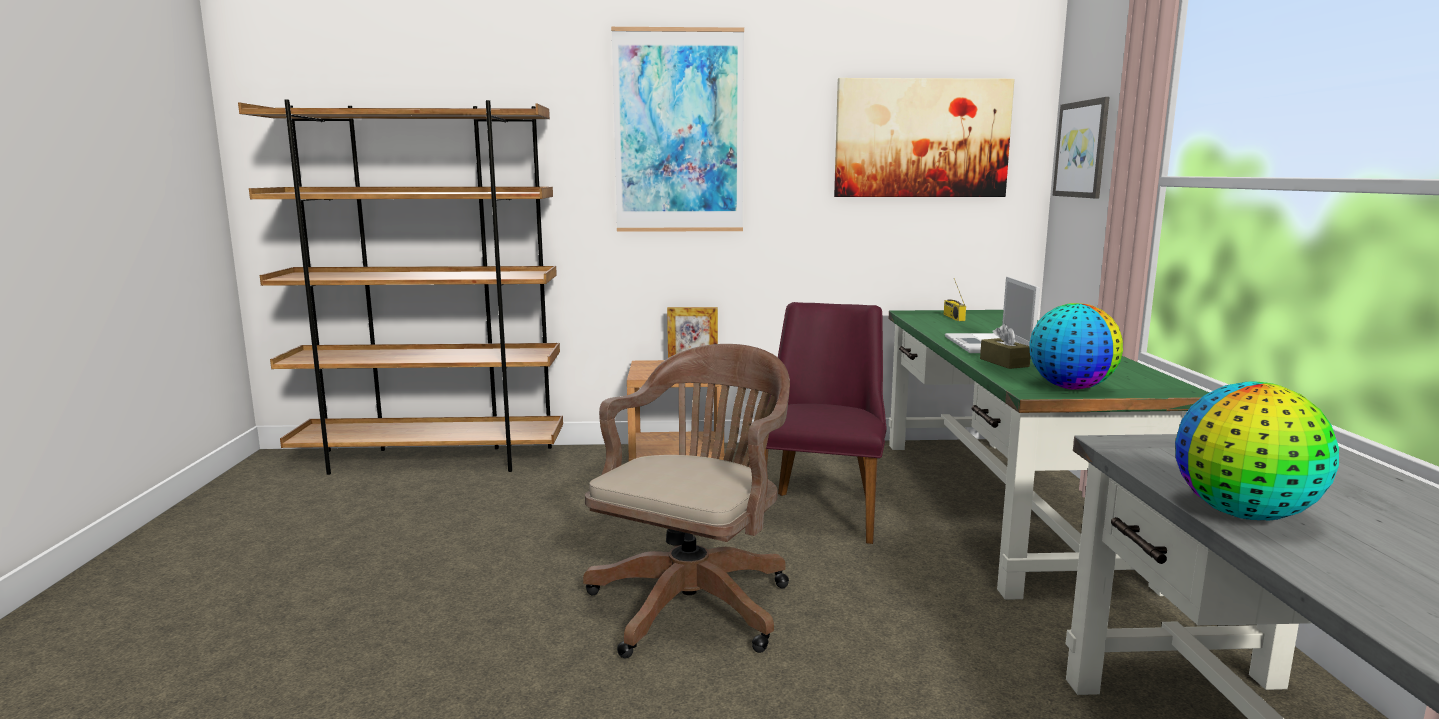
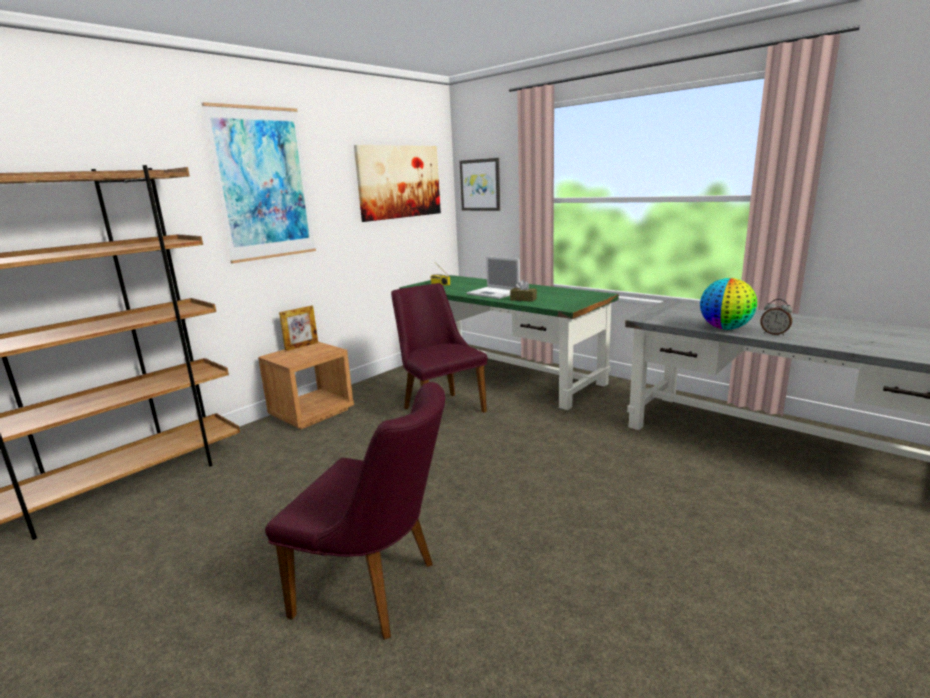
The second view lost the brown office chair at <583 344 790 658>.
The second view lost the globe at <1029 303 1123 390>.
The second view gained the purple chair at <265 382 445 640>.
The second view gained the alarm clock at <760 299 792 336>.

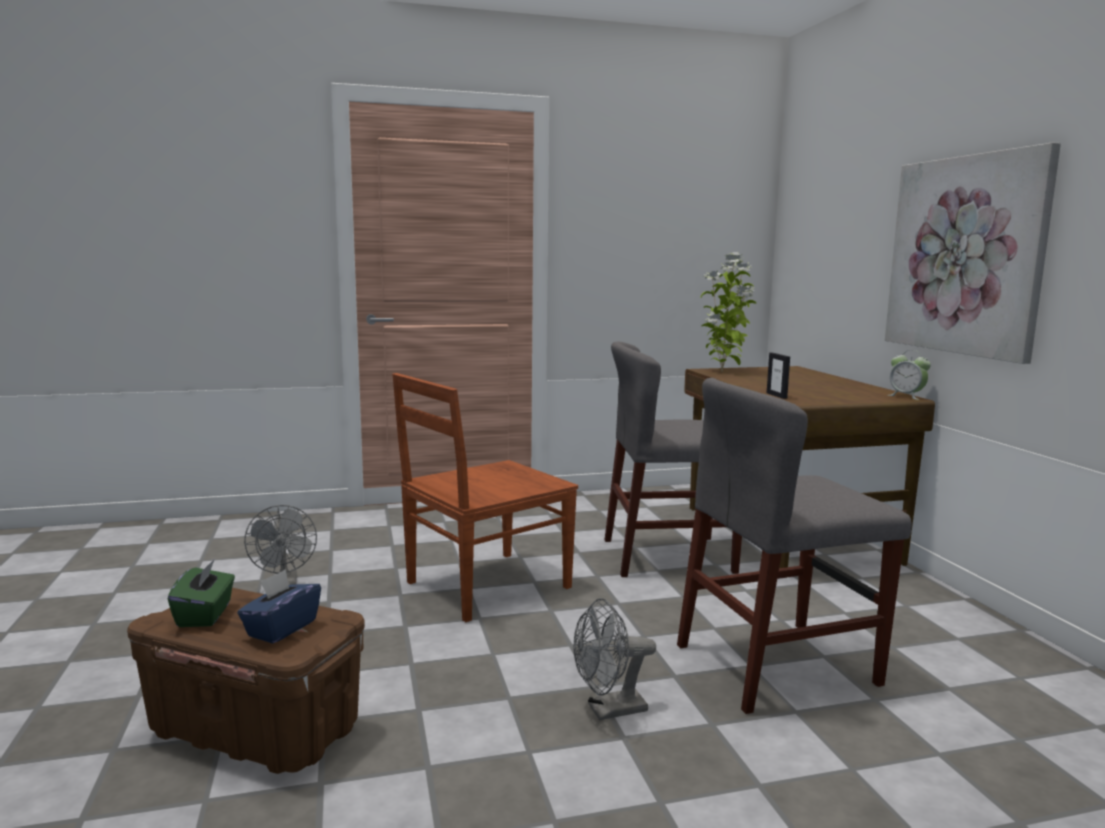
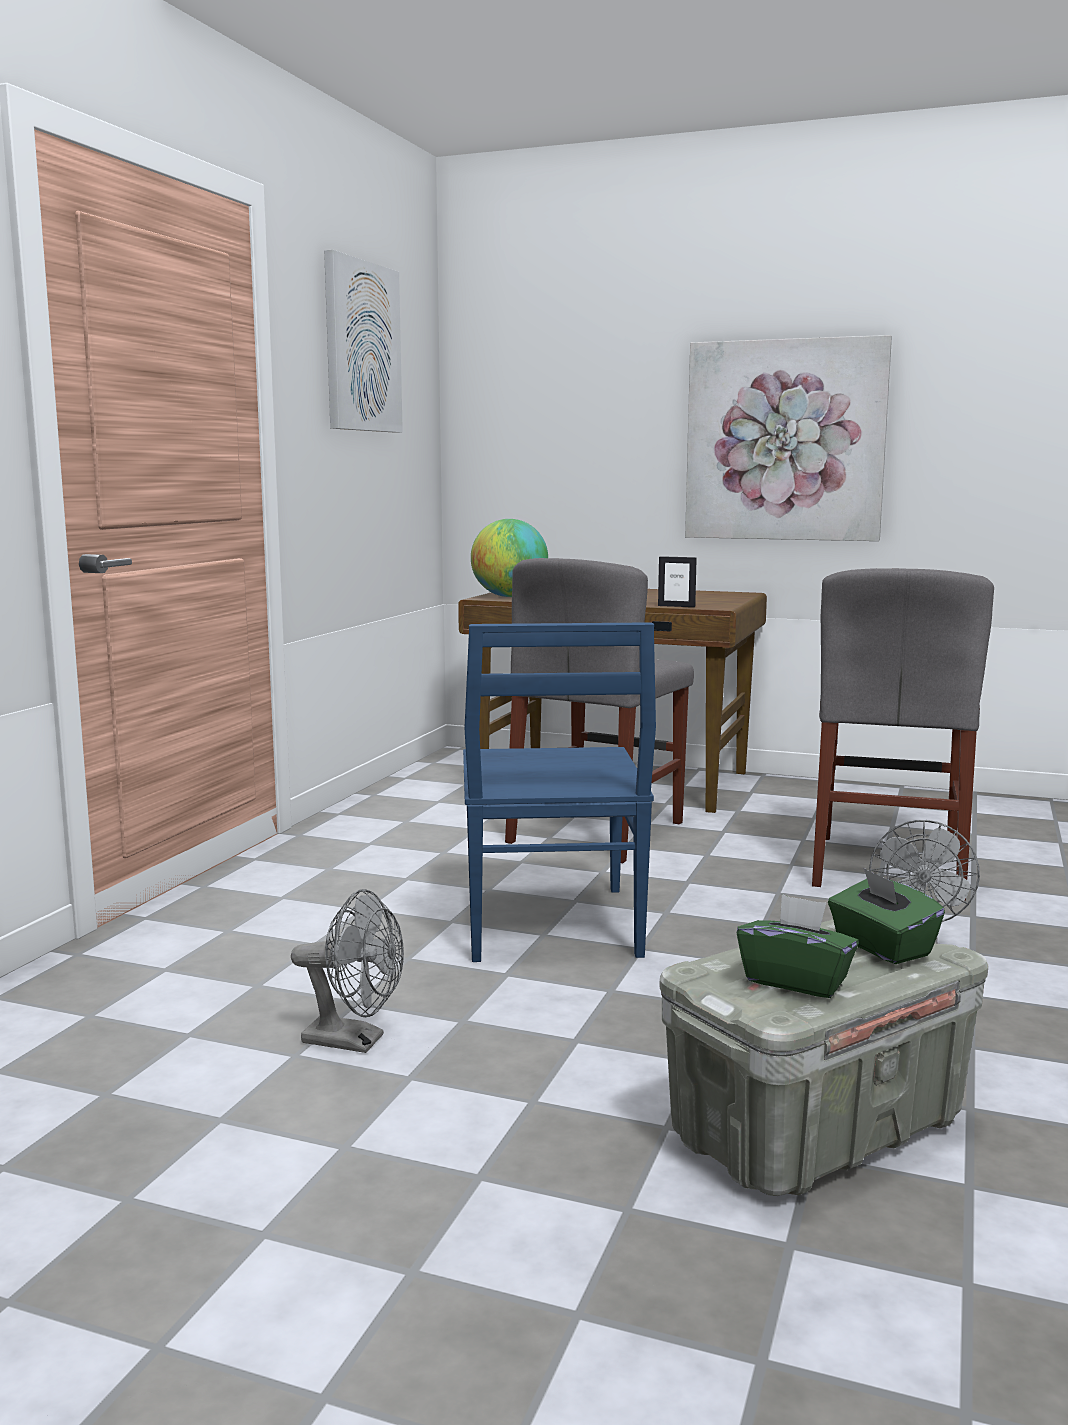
What was the brown storage box at <127 588 365 774> turned into the grey storage box at <659 919 988 1196>.
What was the blue tissue box at <237 569 321 643> turned into the green tissue box at <828 868 945 964>.
What was the brown chair at <392 373 578 622> turned into the blue chair at <463 622 656 962>.
Where the potted plant stood at <701 252 756 372>, the globe came to stand at <471 519 548 597>.
The second view lost the alarm clock at <888 350 931 400>.
The second view gained the picture at <324 250 403 433>.

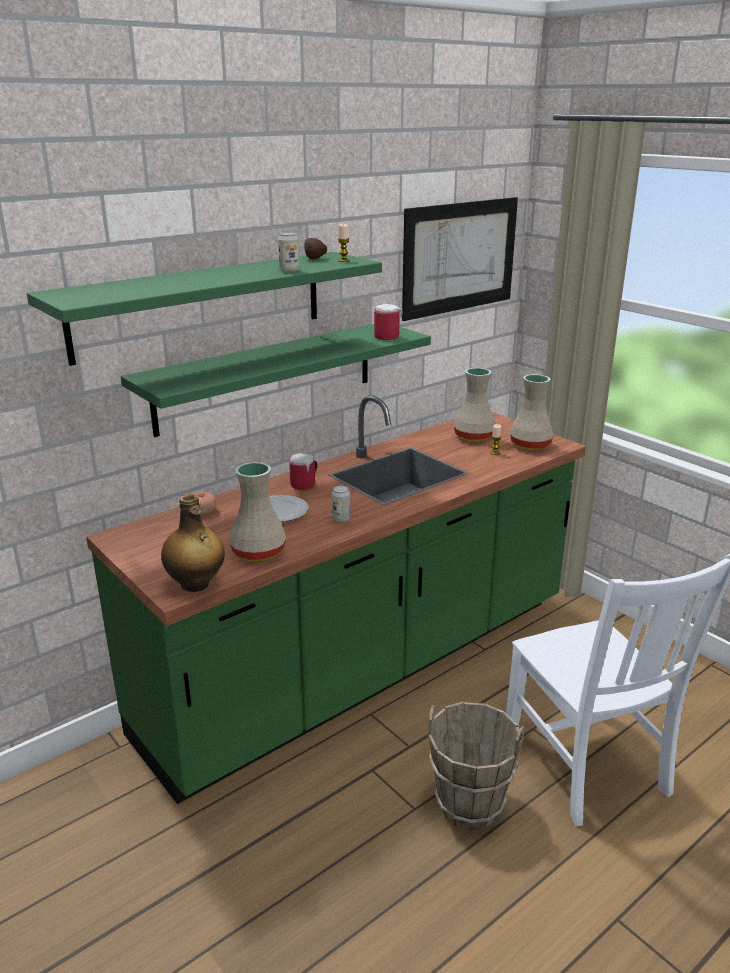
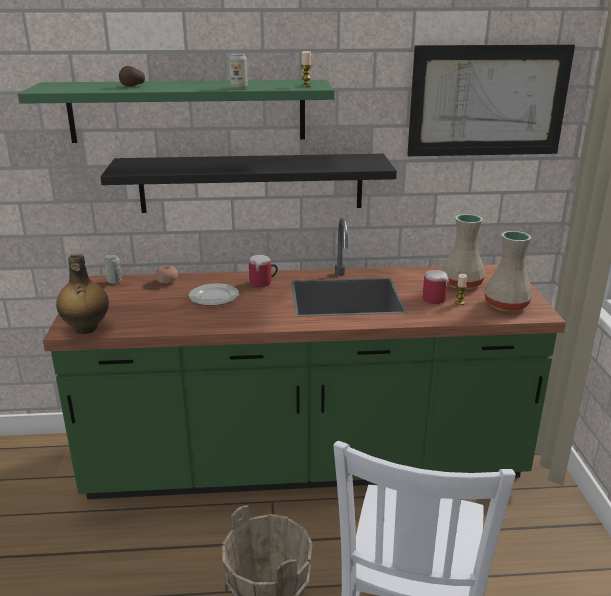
What was the green shelf at <121 324 431 437> turned into the black shelf at <100 154 397 213>.
The second view lost the beige vase at <229 462 286 562>.
The potato ended up elsewhere, having gone from <304 238 327 260> to <119 66 145 87>.
The can ended up elsewhere, having gone from <332 486 350 522> to <104 254 122 284>.
The mug ended up elsewhere, having gone from <374 304 403 340> to <423 270 449 304>.

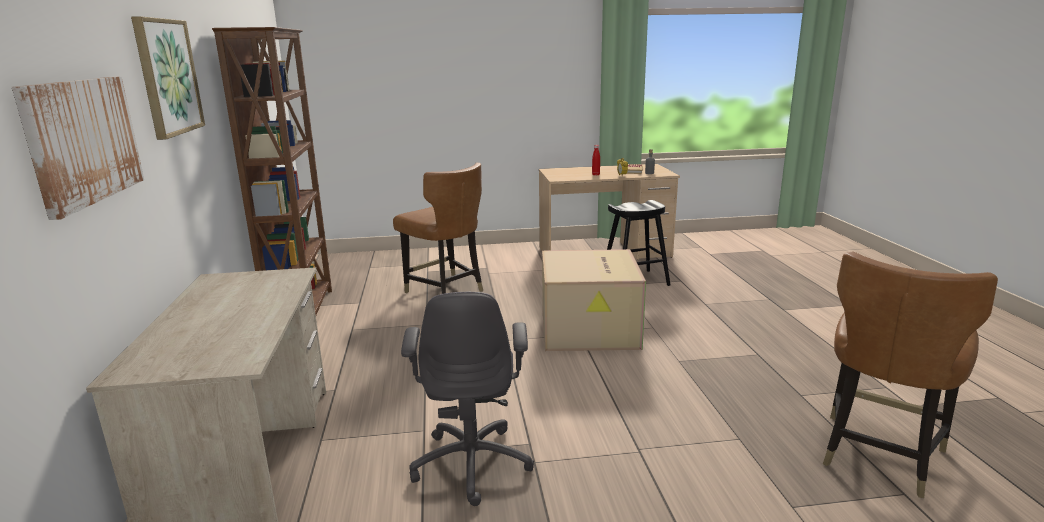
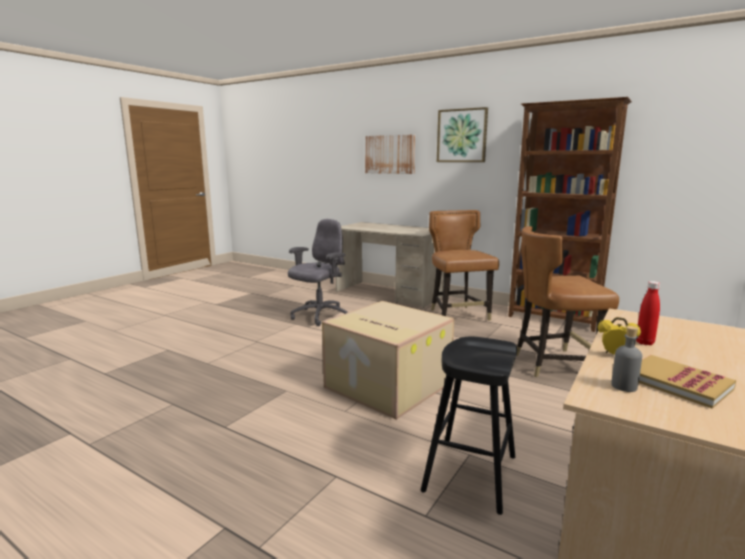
The grey office chair at <401 292 534 506> ended up facing another way, 90 degrees clockwise from before.
The brown chair ended up elsewhere, having gone from <823 252 998 498> to <429 210 499 320>.

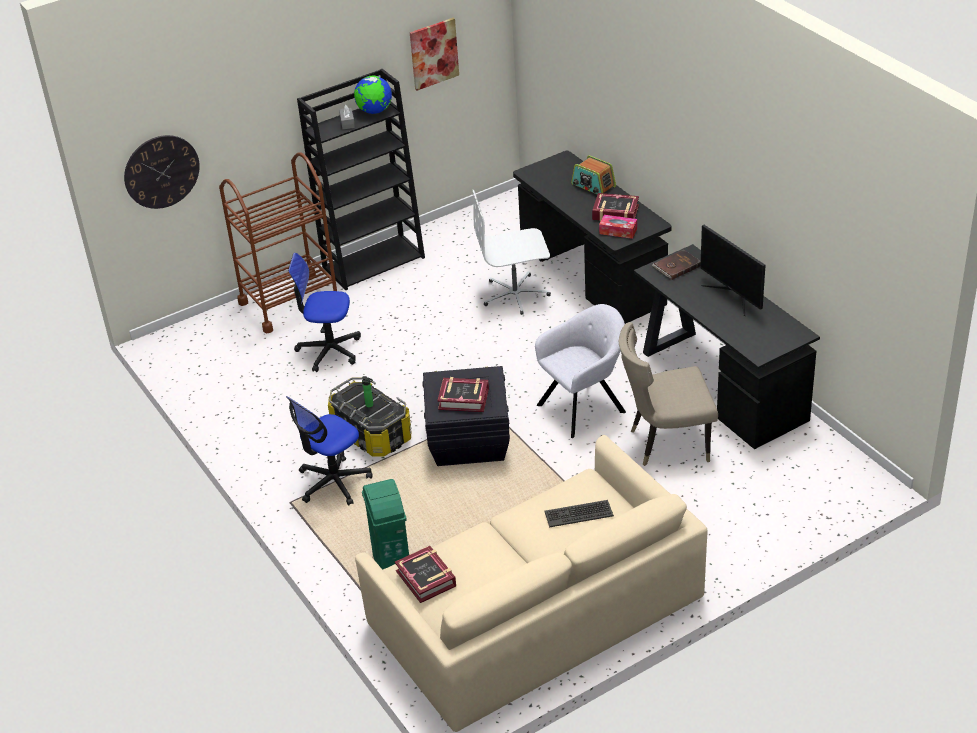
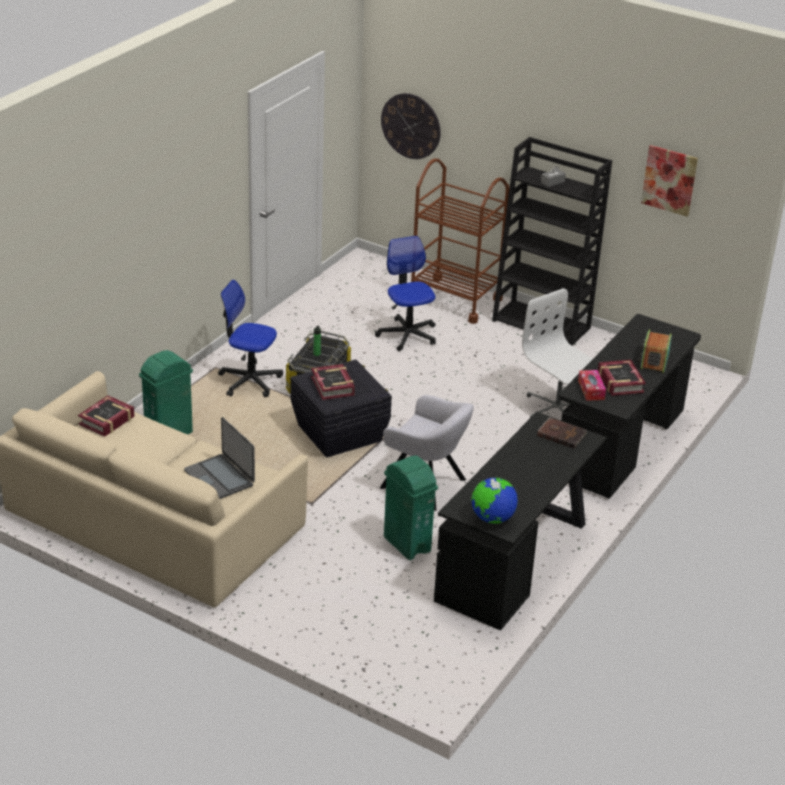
The globe ended up elsewhere, having gone from <354 75 392 114> to <471 478 518 524>.
Where the keyboard stood at <544 500 614 527>, the laptop came to stand at <184 417 255 499>.
Where the beige chair stood at <619 322 718 466>, the green trash can came to stand at <384 455 438 560>.
The second view lost the monitor at <700 225 765 316>.

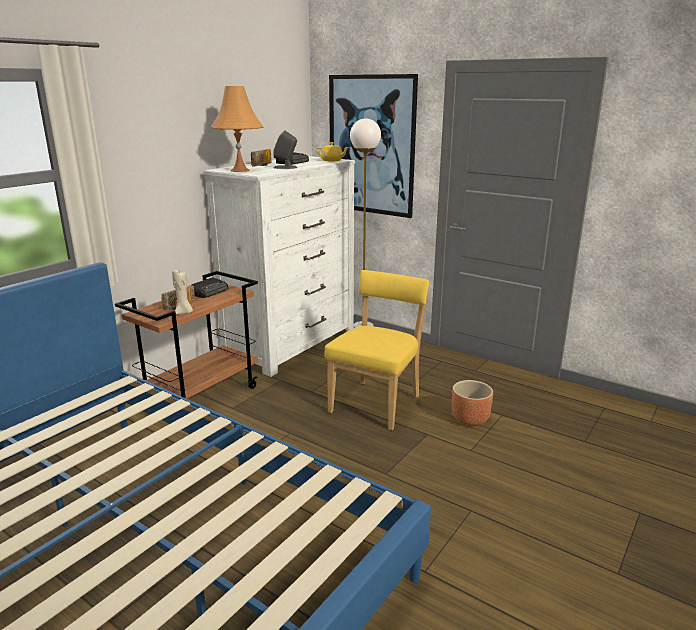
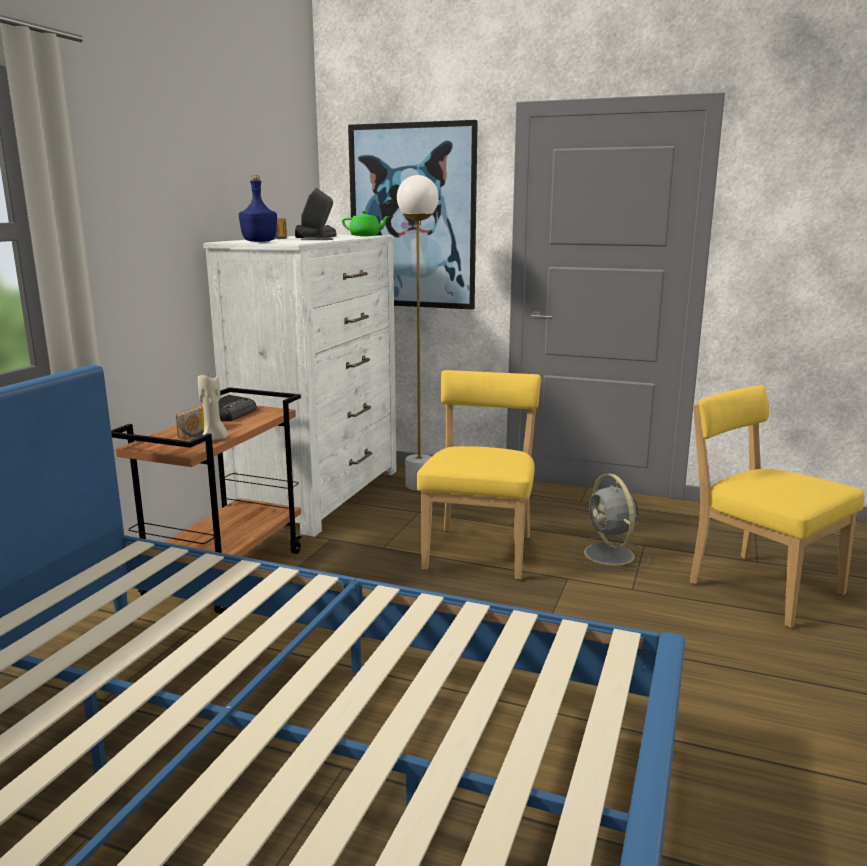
Where the orange table lamp stood at <211 86 263 172>, the blue bottle came to stand at <239 175 277 242>.
What was the yellow teapot at <316 142 349 161> turned into the green teapot at <342 211 390 236>.
Where the brown planter stood at <452 380 493 426>, the grey fan came to stand at <572 474 650 572>.
The second view gained the yellow chair at <690 385 864 628>.

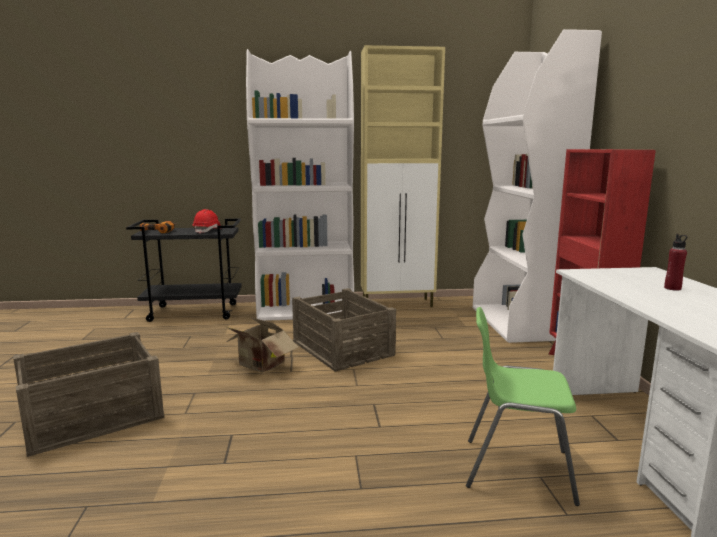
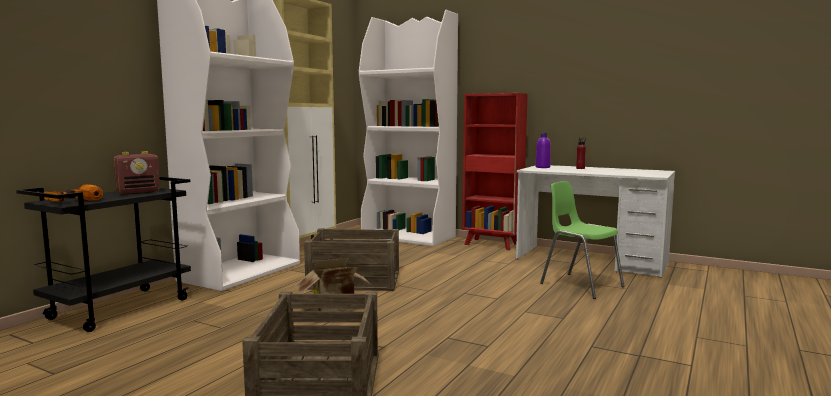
Where the red hard hat stood at <193 209 220 234>, the radio came to stand at <113 151 160 194>.
The green chair at <466 307 580 506> ended up facing another way, 90 degrees clockwise from before.
The second view gained the purple bottle at <535 133 551 168>.

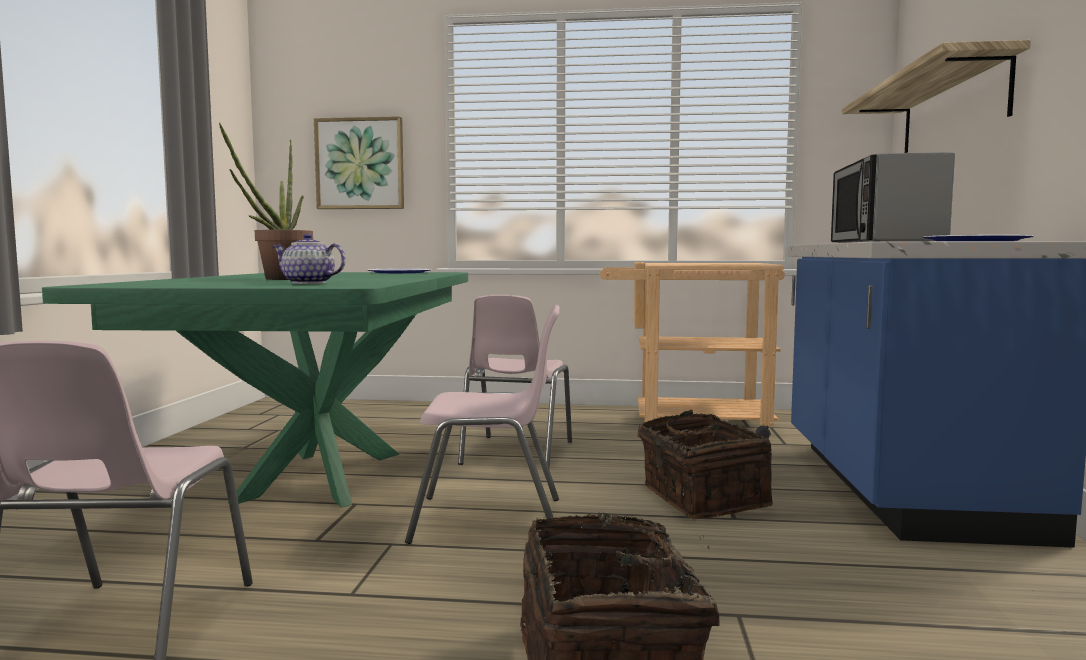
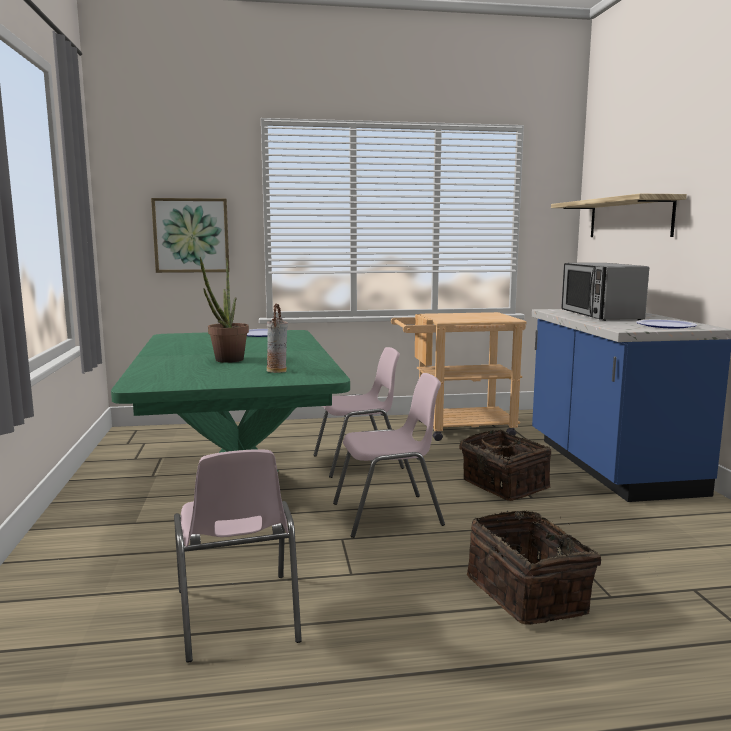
Where the teapot stood at <272 234 346 284>, the vase came to stand at <267 304 288 373>.
The pink chair at <458 295 572 468> ended up facing another way, 105 degrees counterclockwise from before.

